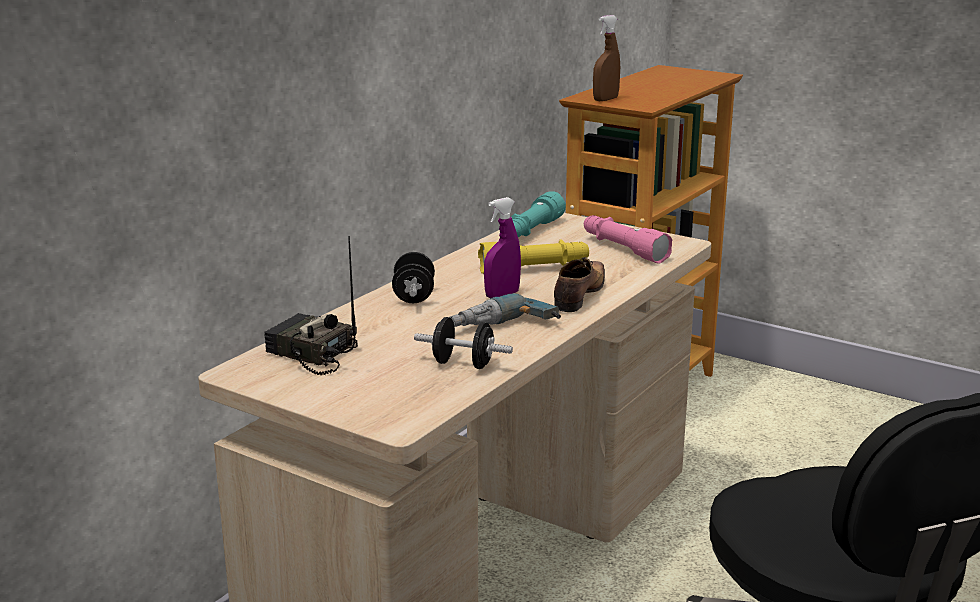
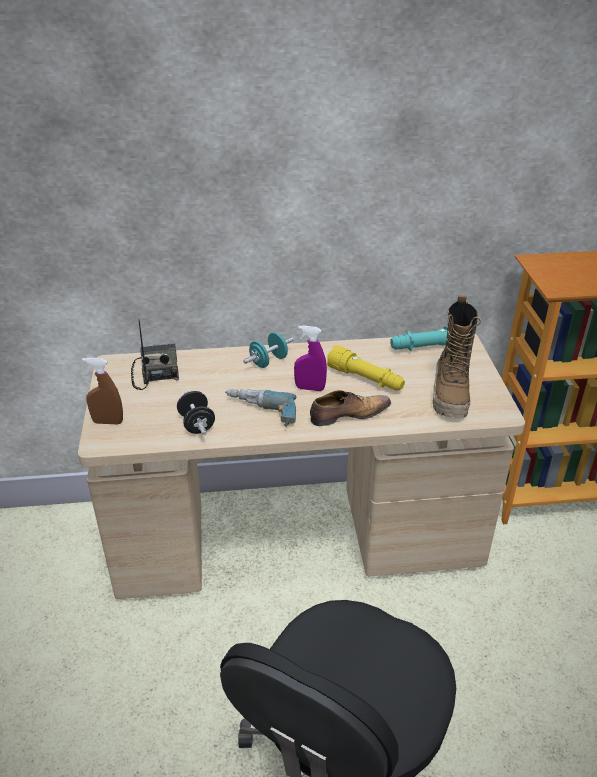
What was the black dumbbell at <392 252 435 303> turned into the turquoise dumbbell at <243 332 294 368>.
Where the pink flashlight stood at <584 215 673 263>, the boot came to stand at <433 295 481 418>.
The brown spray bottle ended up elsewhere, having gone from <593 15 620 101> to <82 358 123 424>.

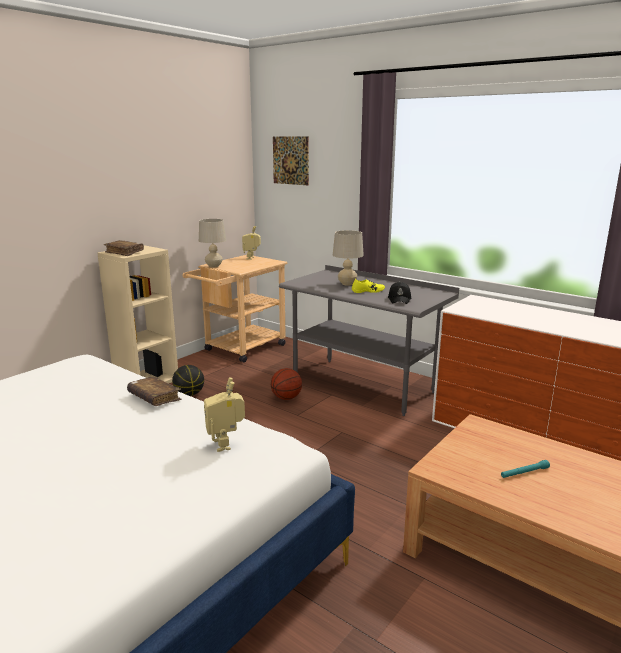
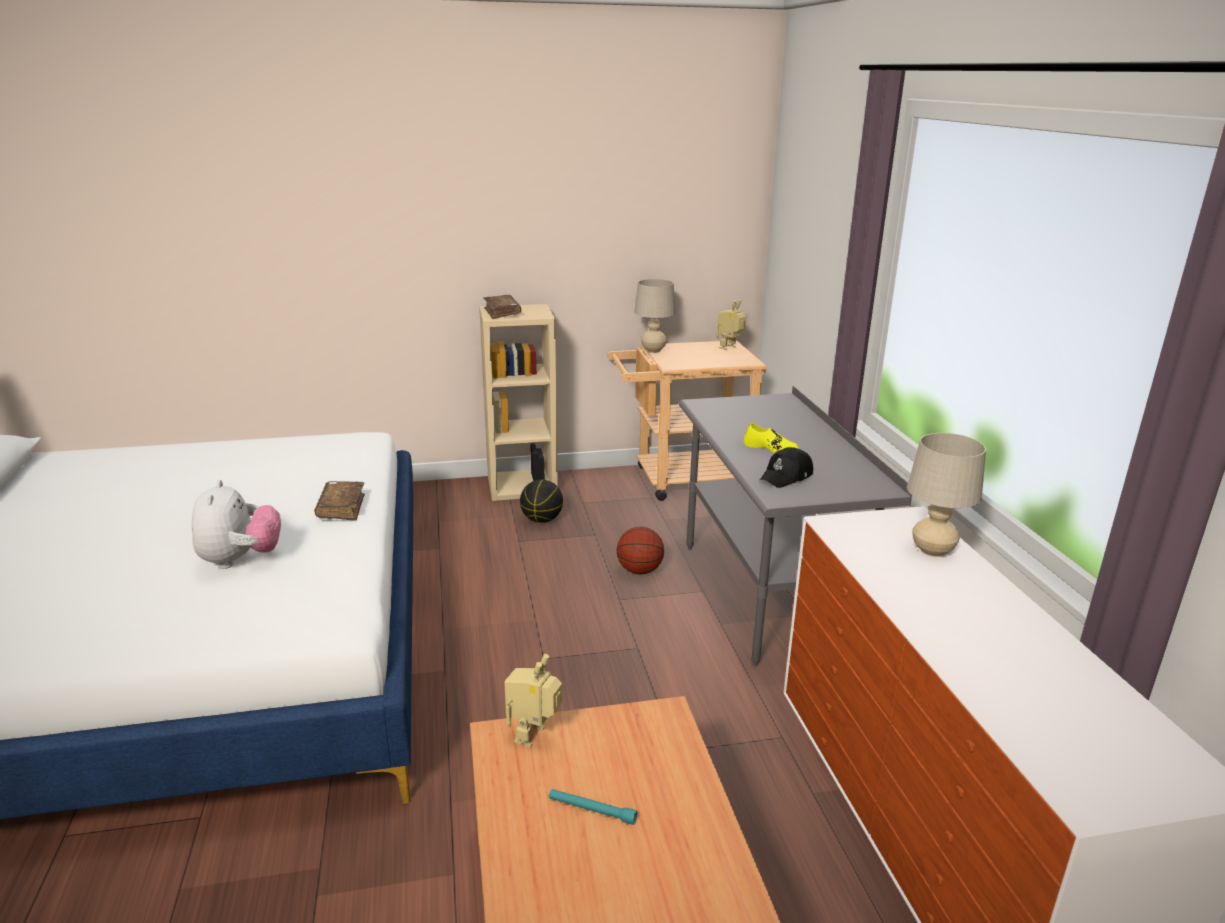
The toy robot ended up elsewhere, having gone from <204 377 245 452> to <504 654 562 747>.
The second view lost the picture at <273 136 309 185>.
The beige table lamp ended up elsewhere, having gone from <333 230 364 286> to <907 433 986 557>.
The second view gained the plush toy at <192 480 281 569>.

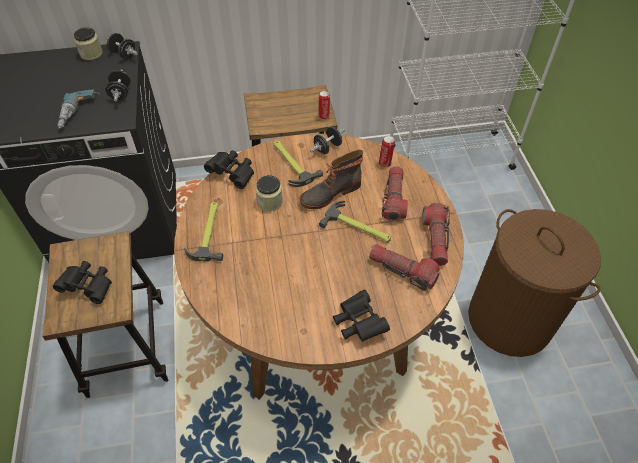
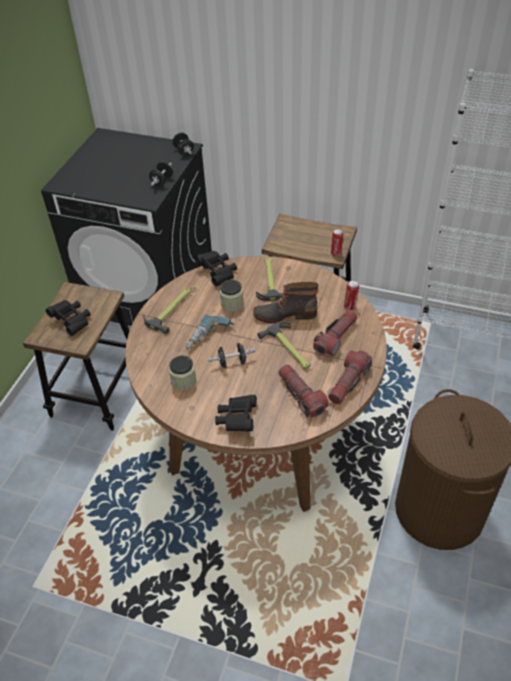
The power drill ended up elsewhere, having gone from <57 89 100 129> to <185 314 235 350>.
The jar ended up elsewhere, having gone from <73 27 103 60> to <169 355 196 391>.
The black dumbbell ended up elsewhere, having gone from <310 127 345 154> to <208 343 255 368>.

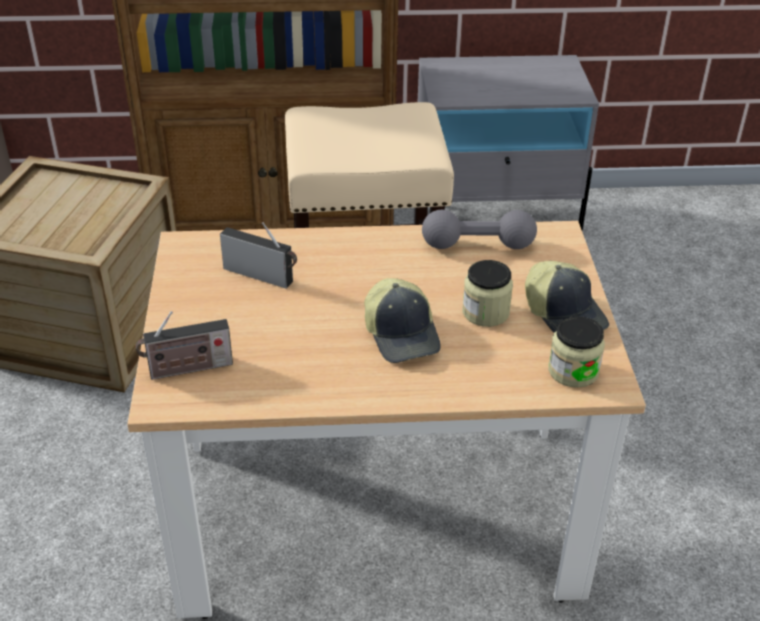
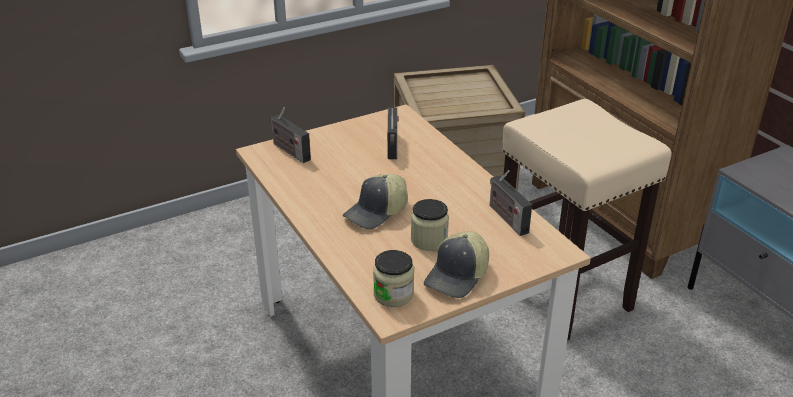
Where the grey dumbbell stood at <422 210 537 249>, the radio came to stand at <489 170 532 236>.

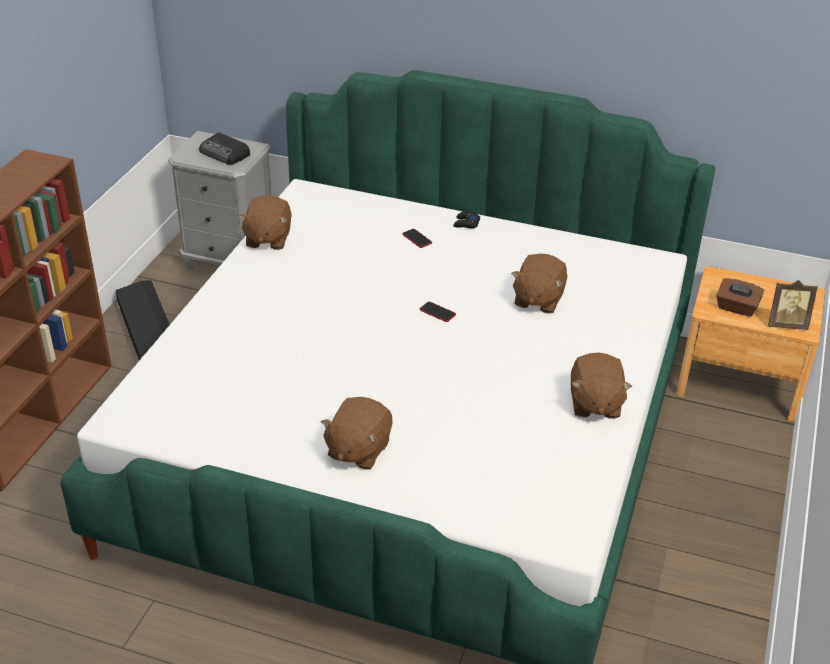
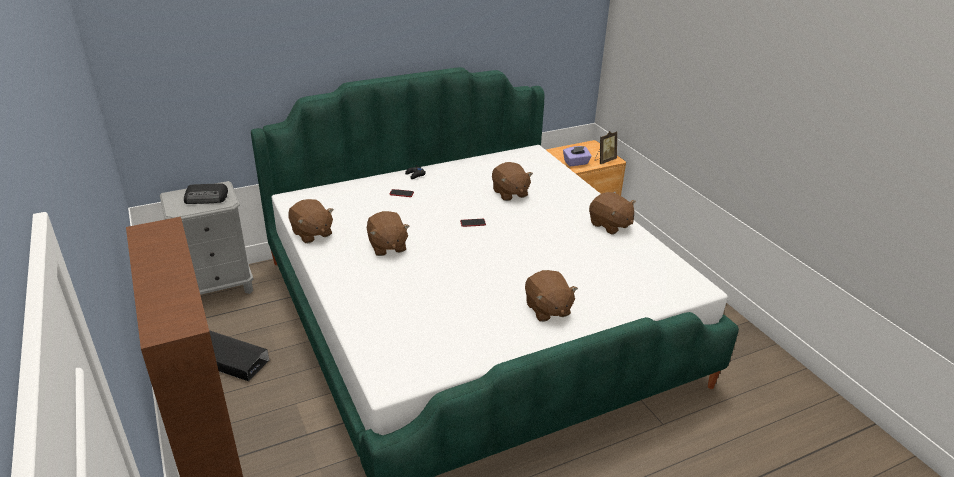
What was the brown tissue box at <716 279 764 317> turned into the purple tissue box at <563 146 592 166>.
The second view gained the brown plush toy at <367 211 410 256>.

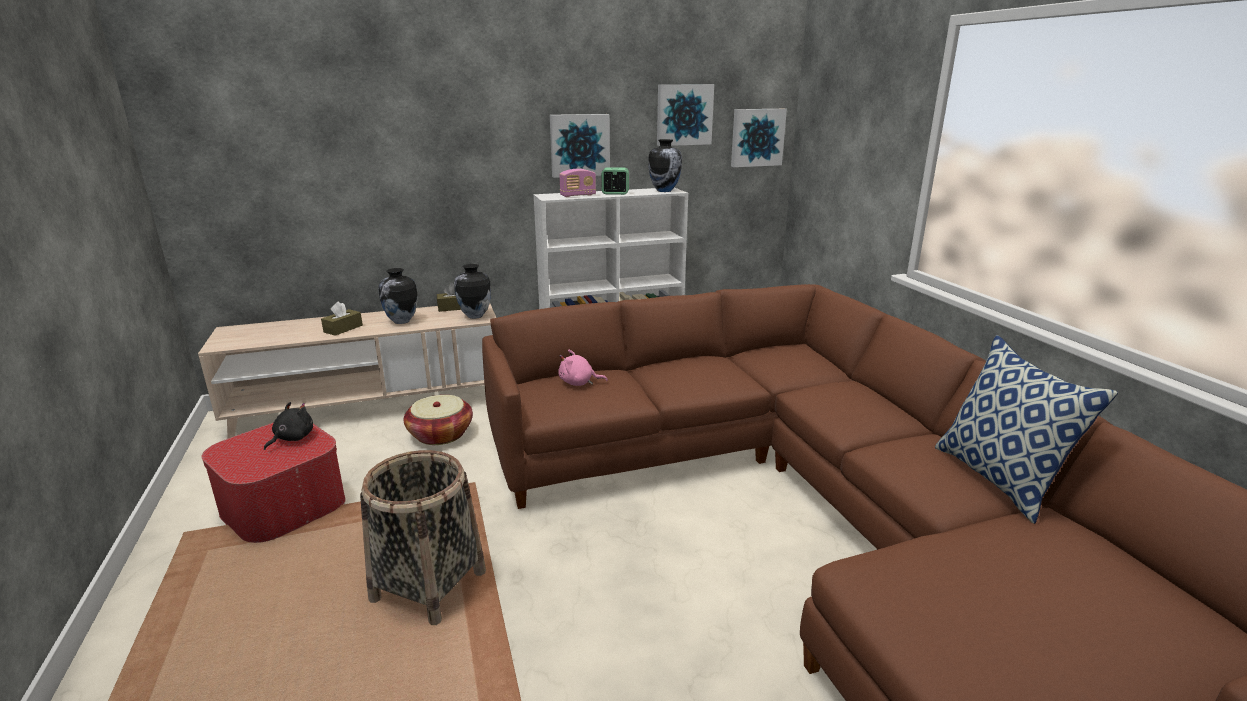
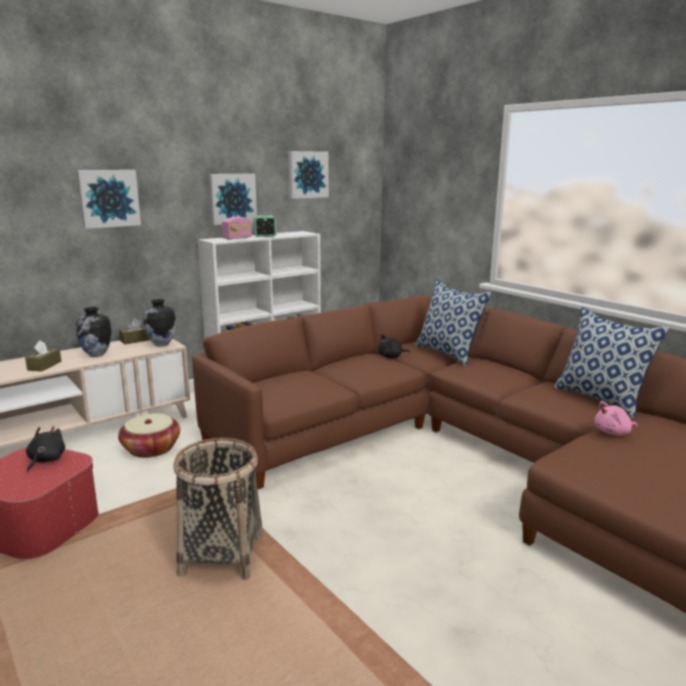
The pink plush toy ended up elsewhere, having gone from <558 350 608 386> to <594 401 638 436>.
The second view lost the vase at <648 139 682 192>.
The picture ended up elsewhere, having gone from <731 109 787 167> to <76 170 141 229>.
The second view gained the black plush toy at <378 334 410 358>.
The second view gained the pillow at <415 279 492 366>.

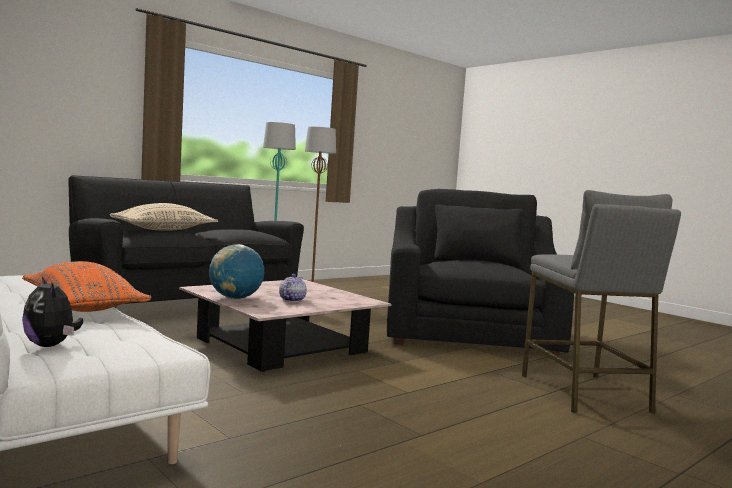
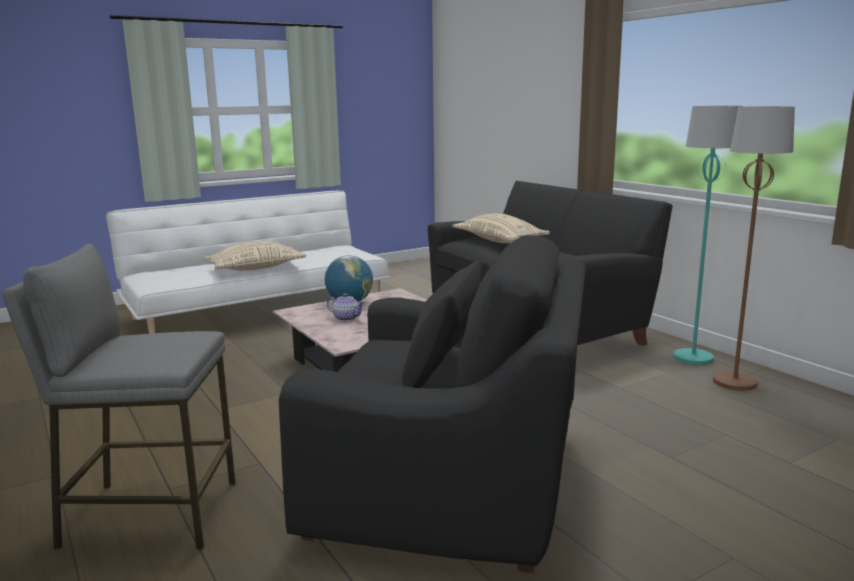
What was the orange pillow at <22 261 152 312> turned into the beige pillow at <203 241 306 271>.
The second view lost the plush toy at <22 276 83 347>.

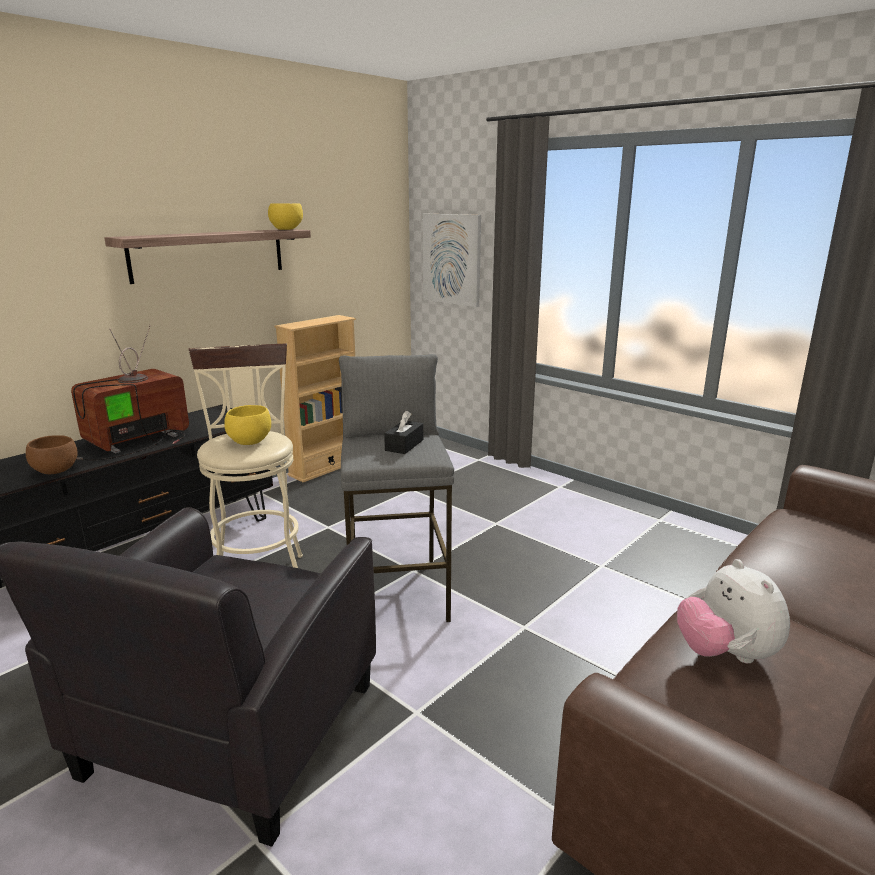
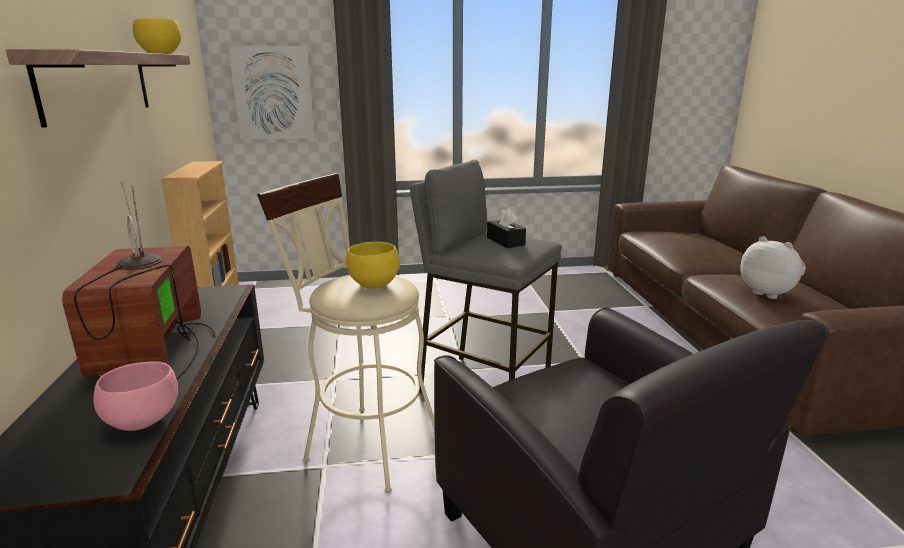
What was the brown bowl at <26 435 77 474> turned into the pink bowl at <93 361 178 431>.
The plush toy at <677 559 790 663> ended up facing another way, 150 degrees counterclockwise from before.

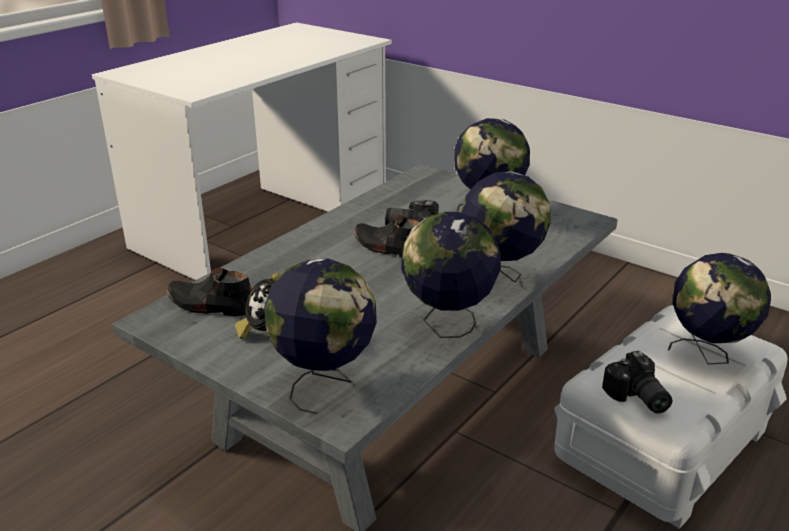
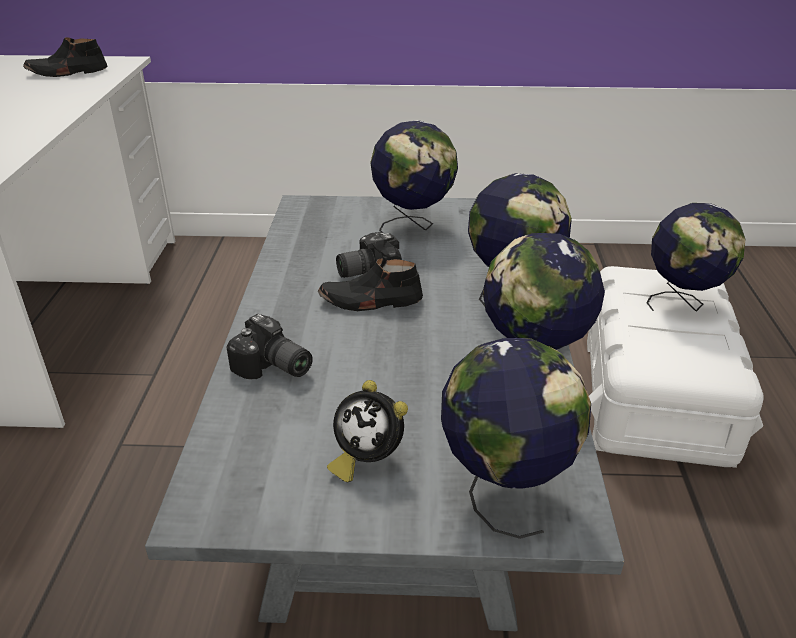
The black shoe ended up elsewhere, having gone from <166 268 252 316> to <23 37 107 77>.
The photo camera ended up elsewhere, having gone from <602 351 672 414> to <226 313 313 379>.

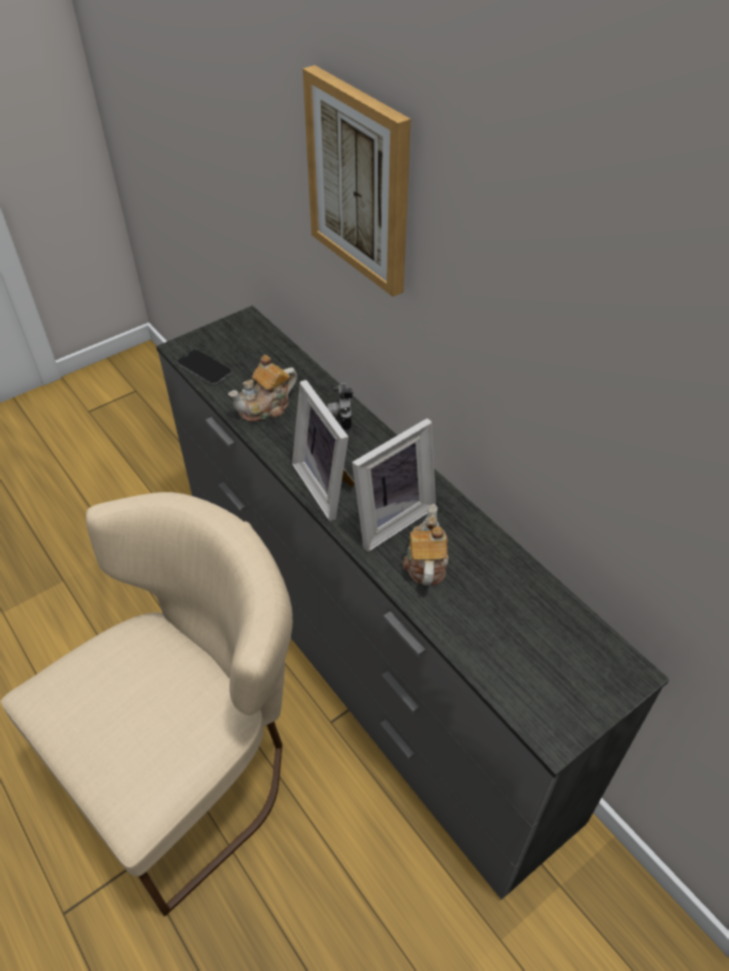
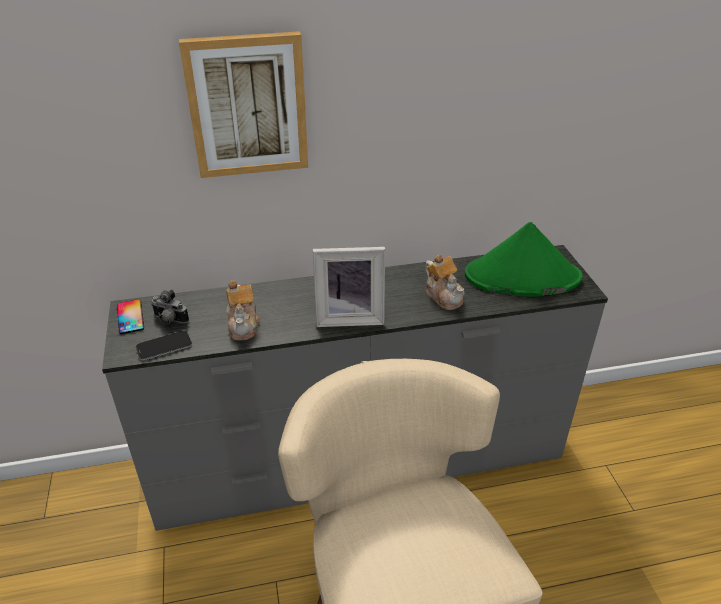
The photo camera ended up elsewhere, having gone from <327 383 353 431> to <151 289 189 324>.
The second view lost the picture frame at <352 418 436 552>.
The teapot at <403 504 448 585> ended up facing another way, 150 degrees counterclockwise from before.
The second view gained the phone at <117 299 144 334>.
The second view gained the green hat at <465 222 583 297>.

